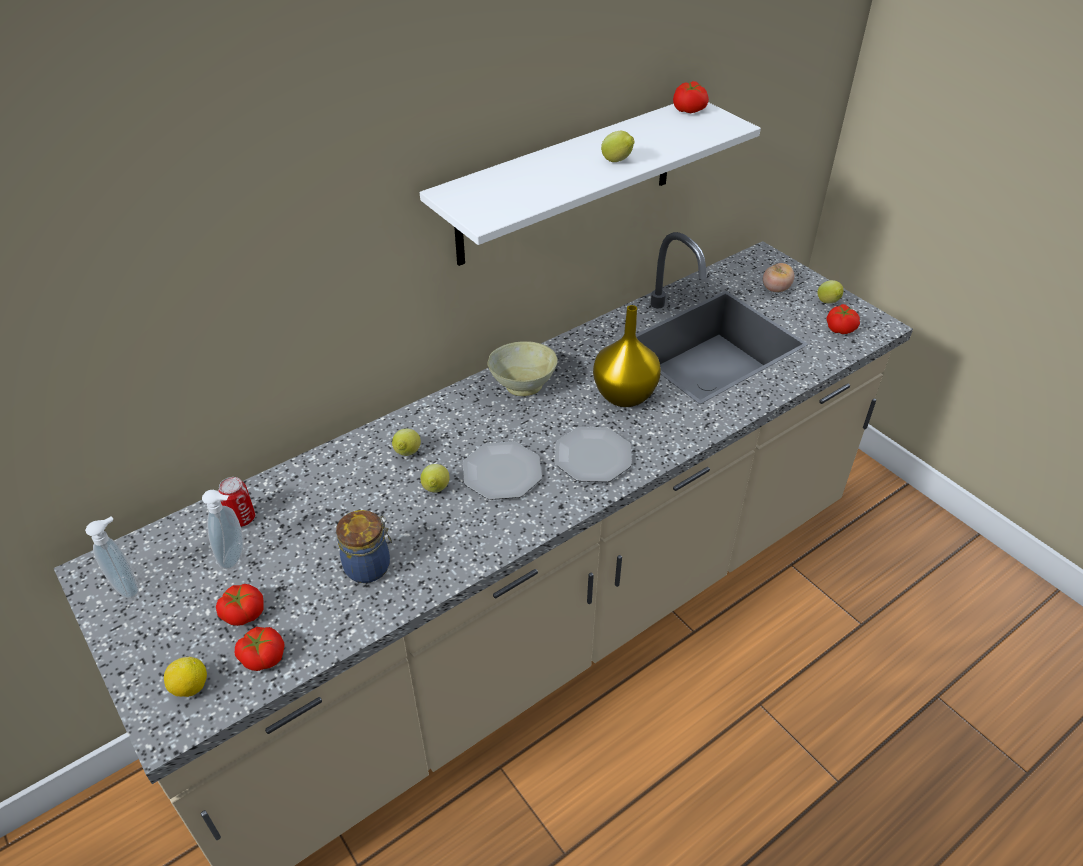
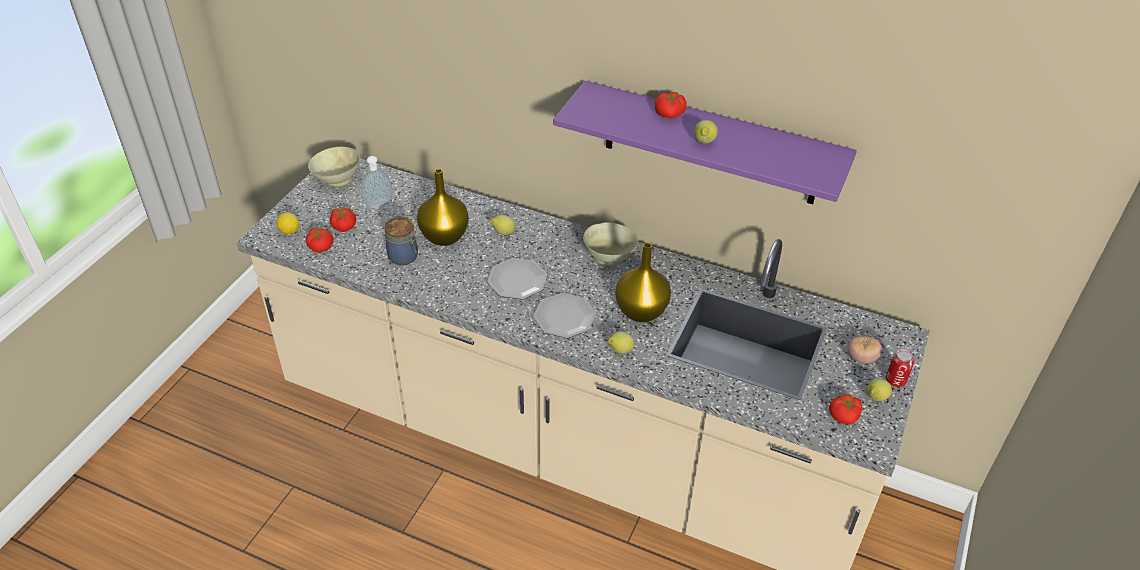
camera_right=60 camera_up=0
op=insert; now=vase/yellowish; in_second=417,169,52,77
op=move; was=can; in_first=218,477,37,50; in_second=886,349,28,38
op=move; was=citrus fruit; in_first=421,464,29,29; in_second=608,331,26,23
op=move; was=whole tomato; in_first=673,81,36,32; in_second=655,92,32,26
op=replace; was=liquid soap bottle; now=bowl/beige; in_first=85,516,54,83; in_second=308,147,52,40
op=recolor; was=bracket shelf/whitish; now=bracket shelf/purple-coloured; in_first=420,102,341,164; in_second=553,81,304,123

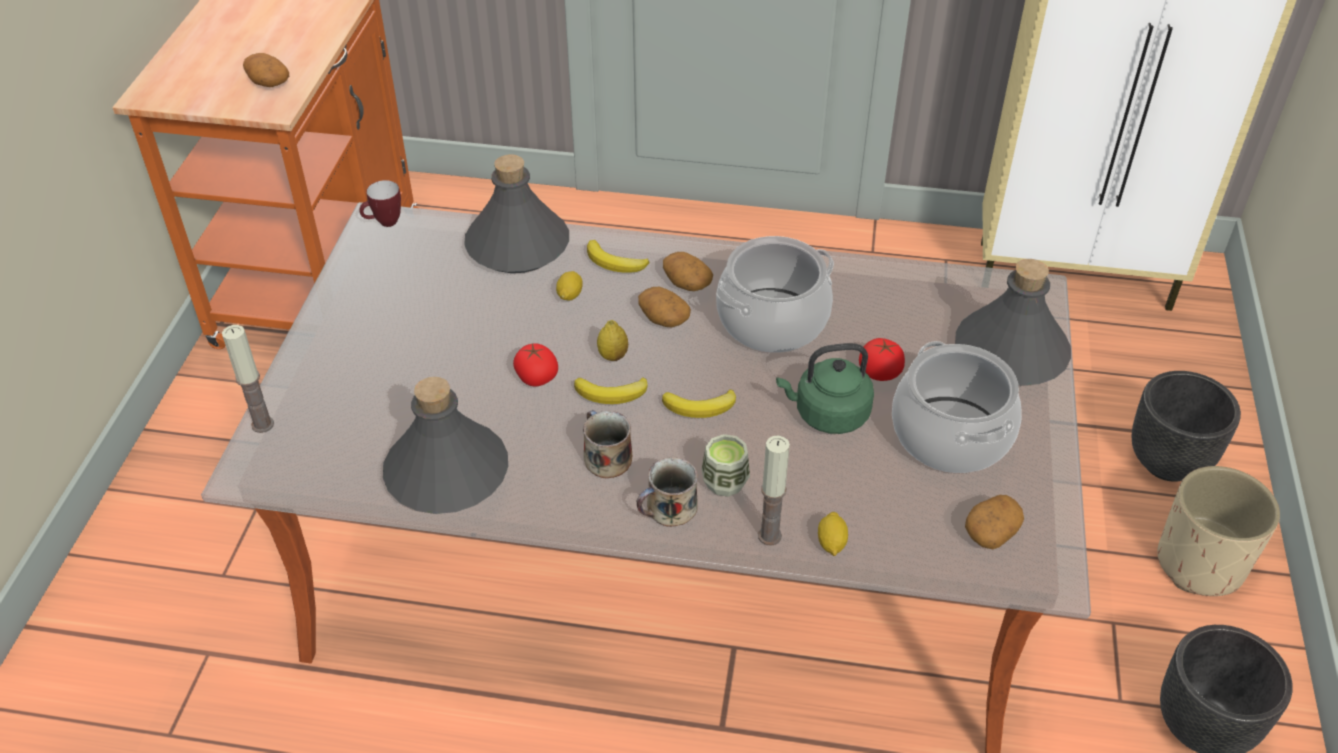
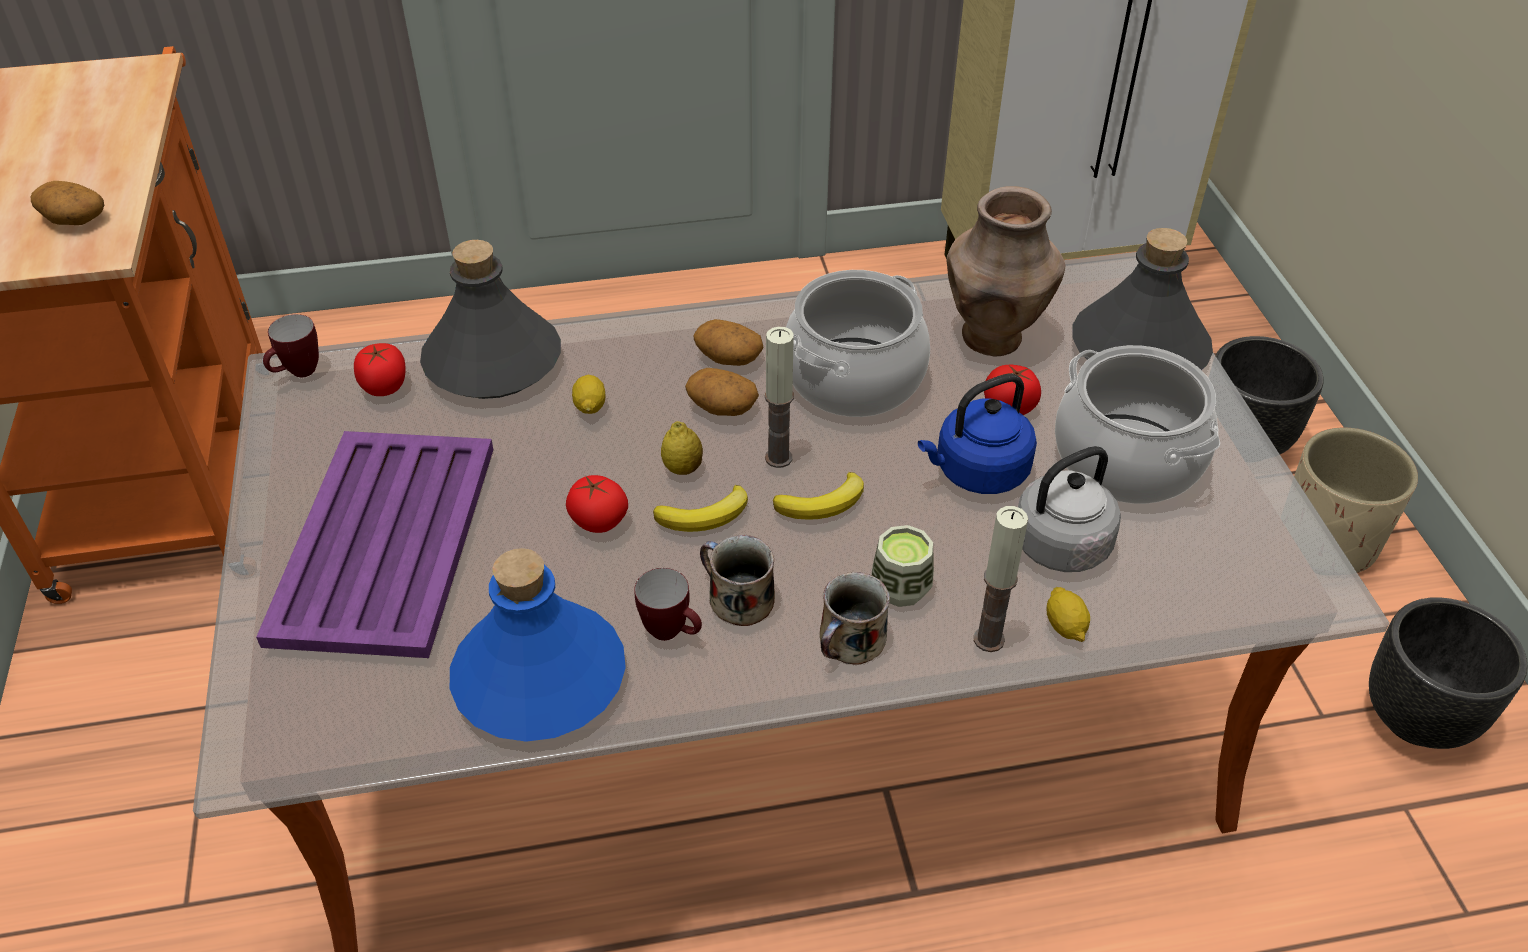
camera_right=-20 camera_up=0
op=delete; was=banana; in_first=587,240,62,33
op=delete; was=spud; in_first=965,495,59,54
op=insert; now=tray/purple-coloured; in_second=256,431,237,227
op=insert; now=whole tomato; in_second=354,343,52,53
op=insert; now=coffee mug; in_second=634,568,68,73
op=insert; now=vase/brownish; in_second=946,186,119,171
op=insert; now=kettle/greyish; in_second=1018,446,103,126
op=move; was=candle; in_first=222,325,52,108; in_second=764,327,30,141
op=recolor; was=bottle/greyish; now=bottle/blue-coloured; in_first=383,377,125,137; in_second=450,548,176,194
op=recolor; was=kettle/green-coloured; now=kettle/blue-coloured; in_first=776,343,98,91; in_second=918,374,119,120

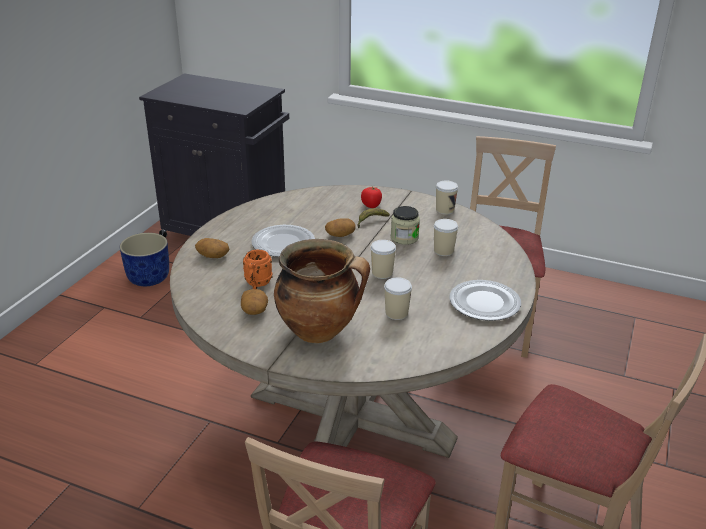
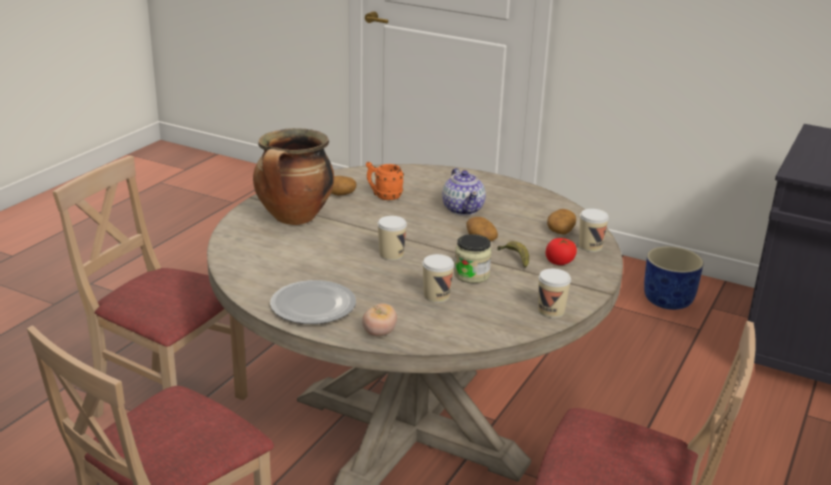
camera_right=95 camera_up=-5
op=insert; now=whole tomato; in_second=362,303,35,34
op=move; was=spud; in_first=195,238,34,20; in_second=547,209,29,26
op=move; was=small cup; in_first=384,277,28,43; in_second=579,209,30,43
op=replace; was=dinner plate; now=pot for tea; in_first=251,225,64,32; in_second=442,168,44,48

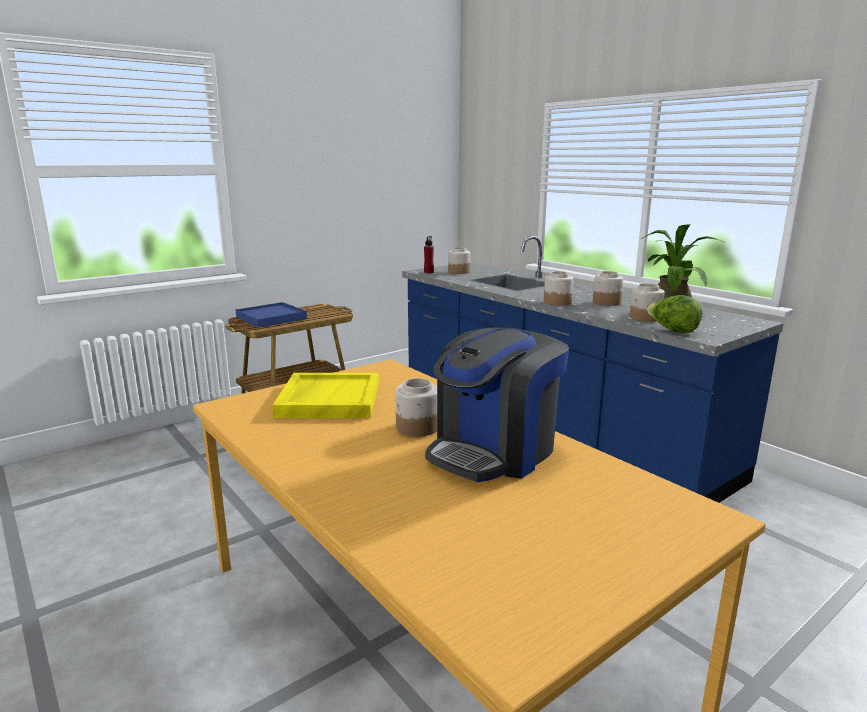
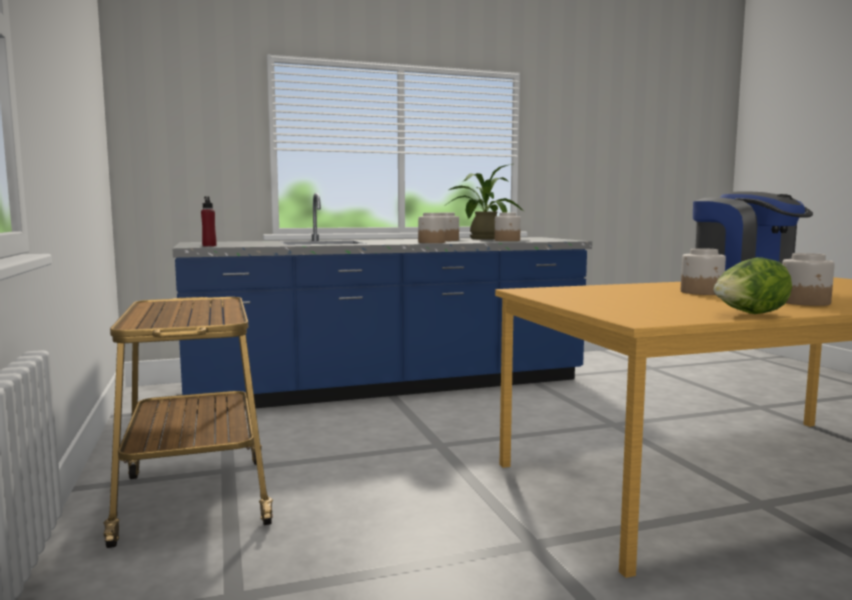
camera_right=-70 camera_up=-10
op=delete; was=tray/blue-coloured; in_first=236,302,71,26
op=delete; was=tray/yellowish; in_first=272,373,107,45
op=move; was=jar; in_first=448,247,22,27; in_second=782,253,53,53
op=move; was=lettuce head; in_first=646,295,56,38; in_second=713,257,79,57

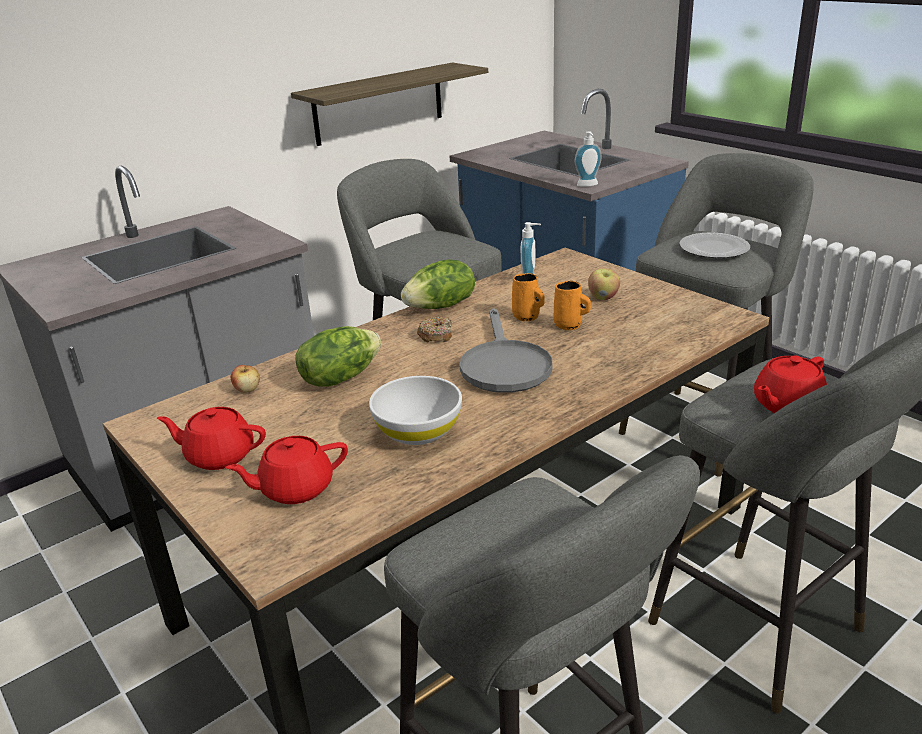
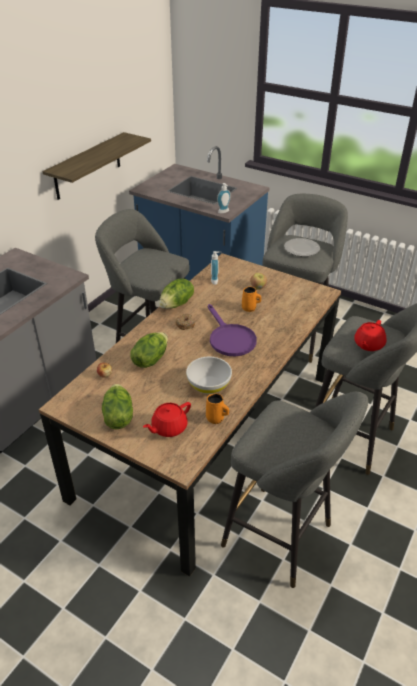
camera_right=-20 camera_up=10
op=move; was=coffee mug/orange-coloured; in_first=512,273,33,48; in_second=206,393,23,31
op=replace; was=pot for tea/red-coloured; now=lettuce head; in_first=157,407,109,63; in_second=102,384,31,45
op=recolor; was=pan/greyish; now=pan/purple-coloured; in_first=460,308,92,85; in_second=208,304,49,53

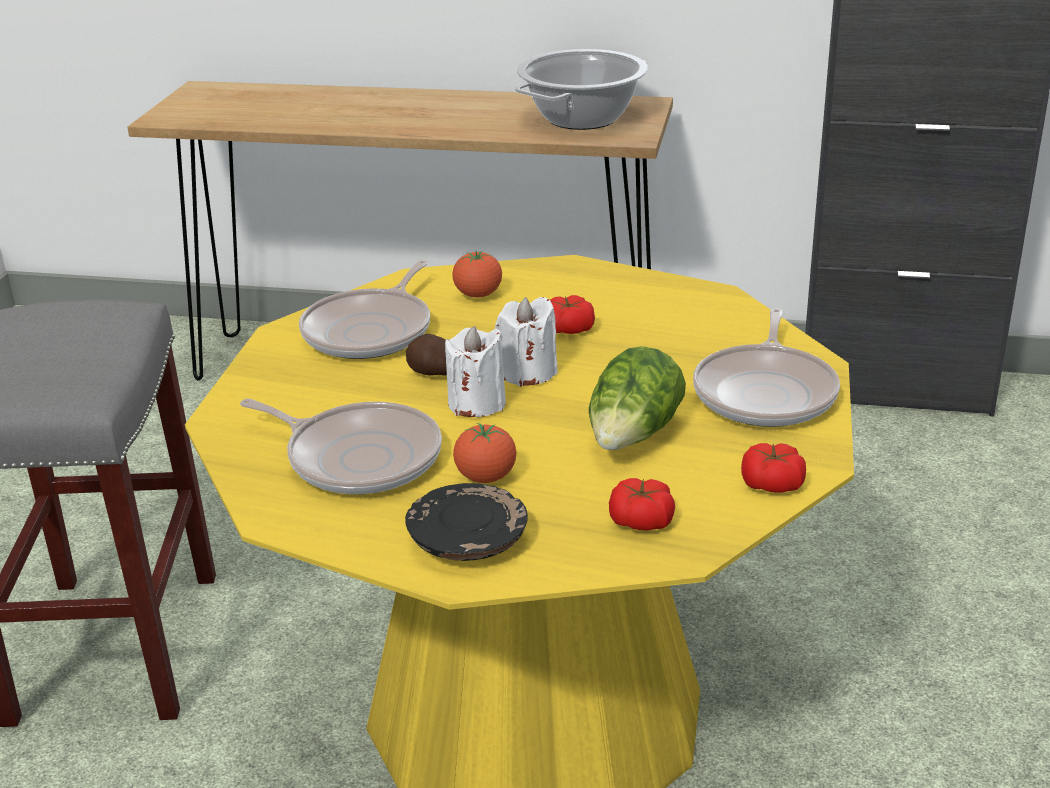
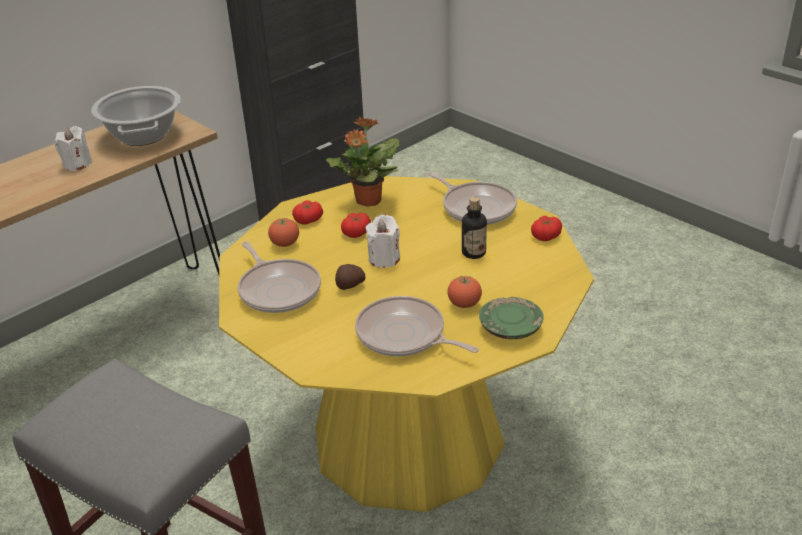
camera_right=-55 camera_up=5
op=insert; now=potted plant; in_second=326,117,73,89
op=move; was=candle/whitish; in_first=445,326,61,91; in_second=55,126,37,45
op=move; was=whole tomato; in_first=609,478,66,53; in_second=292,200,31,25
op=replace; was=lettuce head; now=bottle; in_first=589,346,97,104; in_second=462,197,25,62
op=recolor; was=dinner plate/blackish; now=dinner plate/green-coloured; in_first=405,483,123,78; in_second=479,297,65,42
op=rotate; was=pan; in_first=240,399,202,95; in_second=355,296,124,61; clockwise=-120

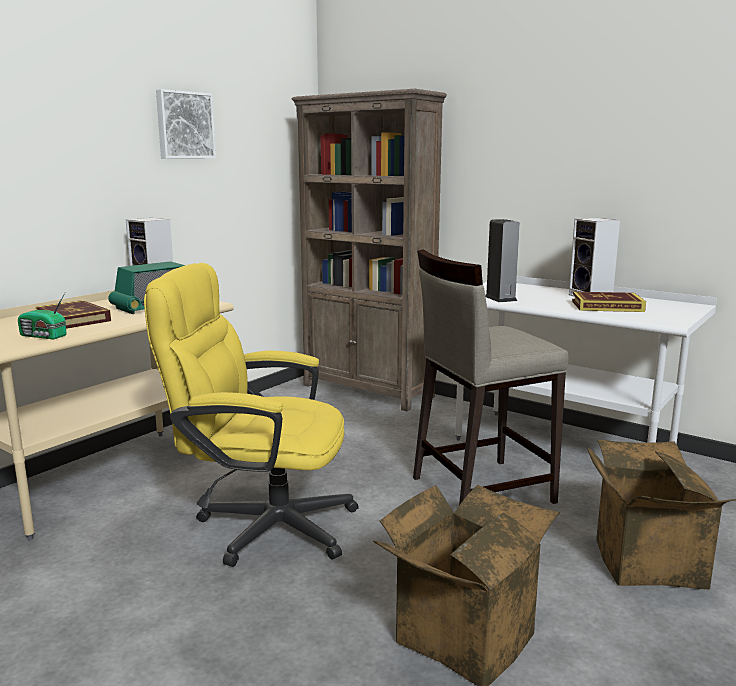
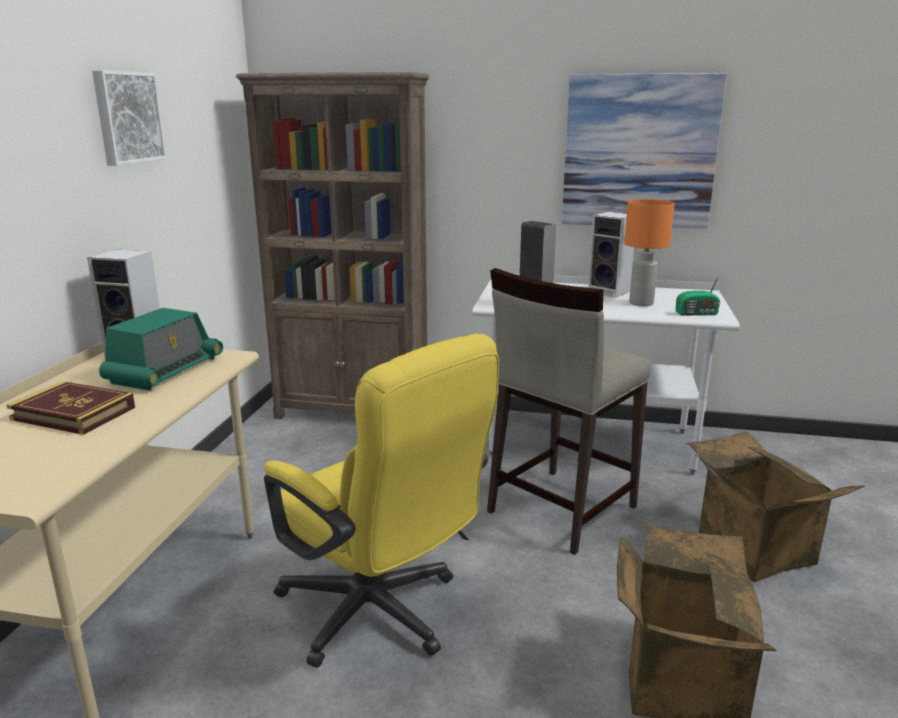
camera_right=-25 camera_up=5
op=insert; now=picture; in_second=562,73,165,156
op=move; was=radio; in_first=18,293,48,47; in_second=675,273,45,43
op=replace; was=volume; now=tabletop lamp/orange-coloured; in_first=572,292,74,20; in_second=624,199,51,107
op=rotate; was=office chair/yellowish; in_first=144,263,215,304; in_second=264,334,235,334; clockwise=-120

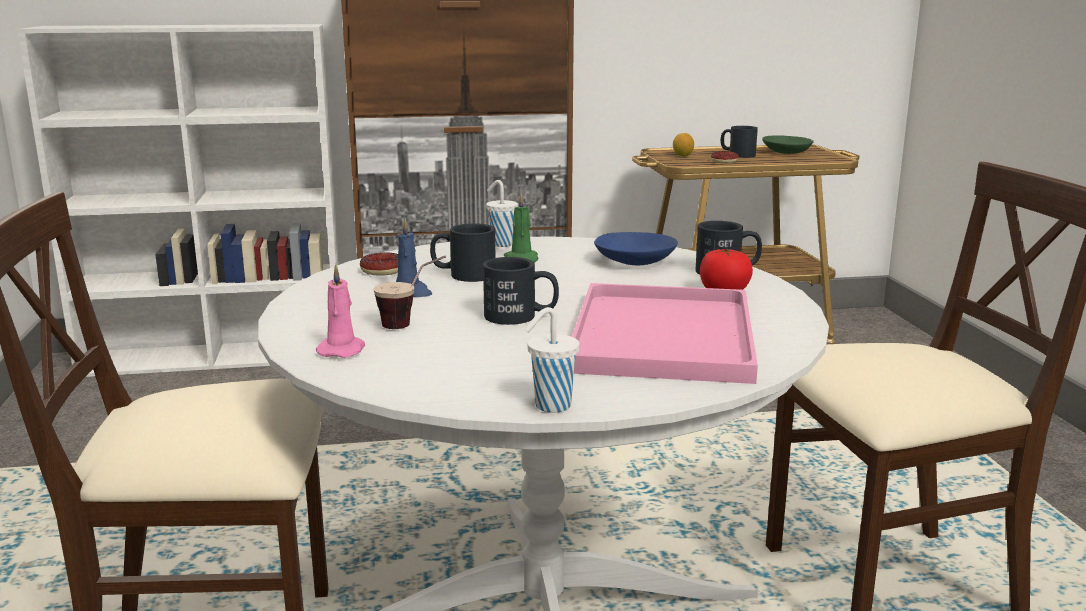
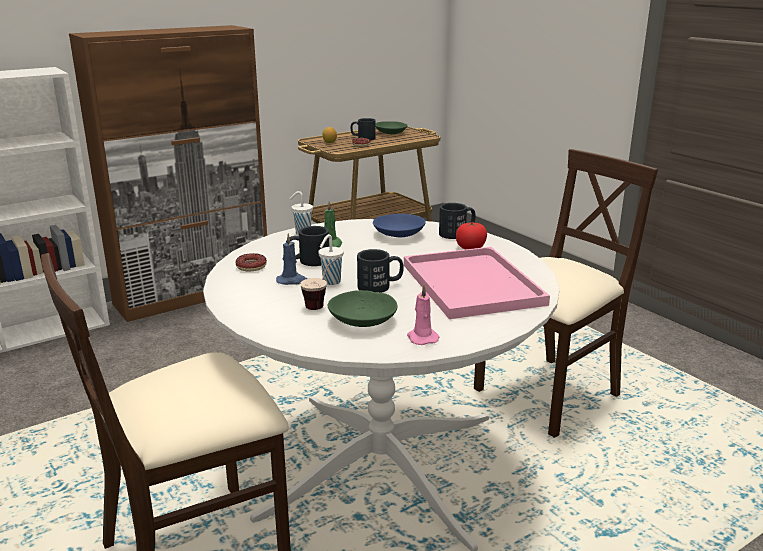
camera_right=-25 camera_up=5
op=insert; now=bowl/green-coloured; in_second=328,290,70,37
op=move; was=candle/pink-coloured; in_first=316,264,49,94; in_second=407,285,33,60
op=move; was=small cup/whitish; in_first=524,307,56,105; in_second=318,234,26,51

